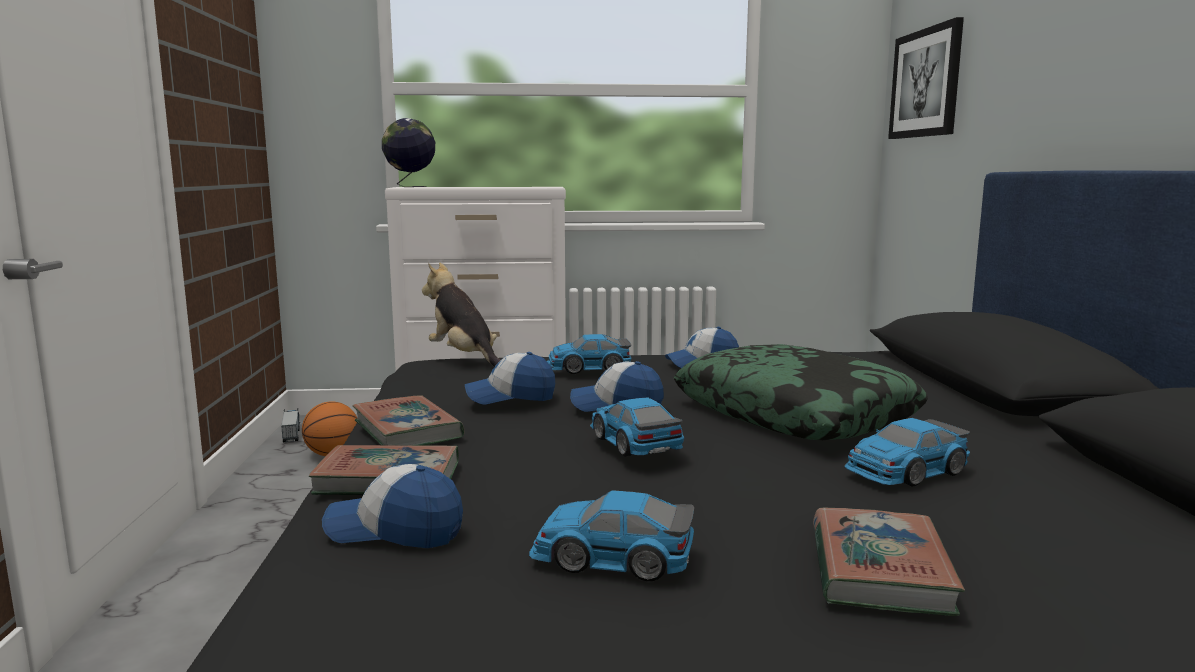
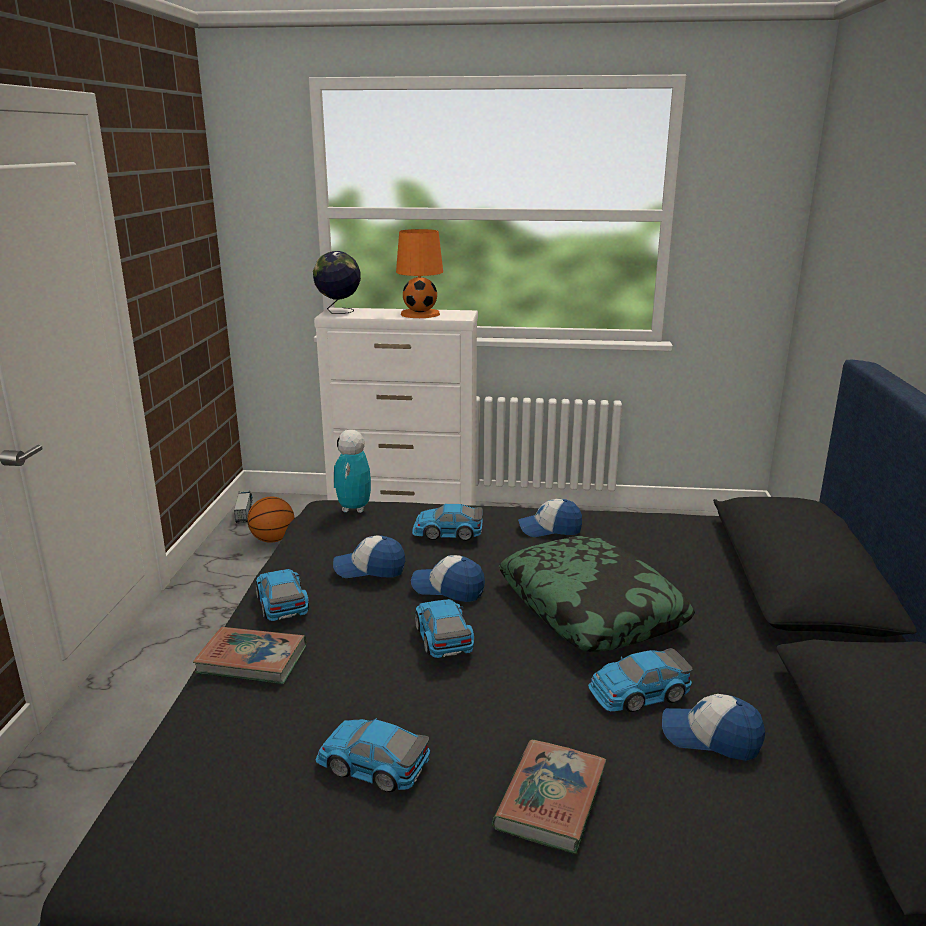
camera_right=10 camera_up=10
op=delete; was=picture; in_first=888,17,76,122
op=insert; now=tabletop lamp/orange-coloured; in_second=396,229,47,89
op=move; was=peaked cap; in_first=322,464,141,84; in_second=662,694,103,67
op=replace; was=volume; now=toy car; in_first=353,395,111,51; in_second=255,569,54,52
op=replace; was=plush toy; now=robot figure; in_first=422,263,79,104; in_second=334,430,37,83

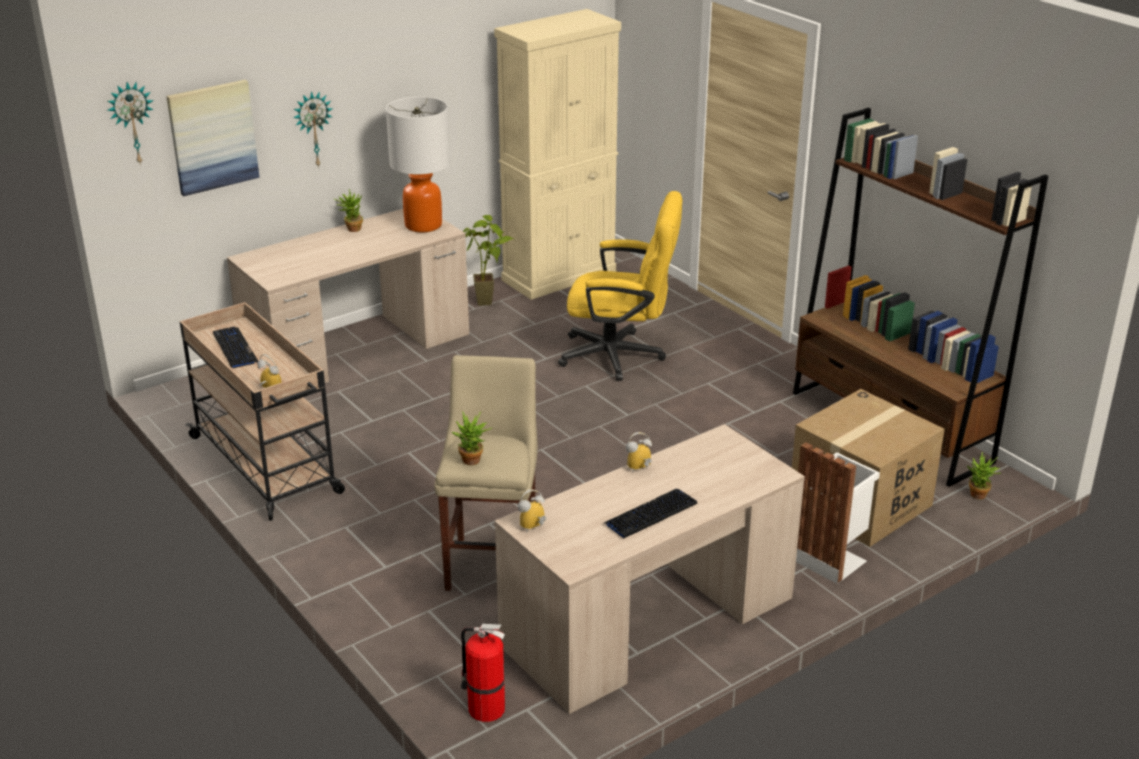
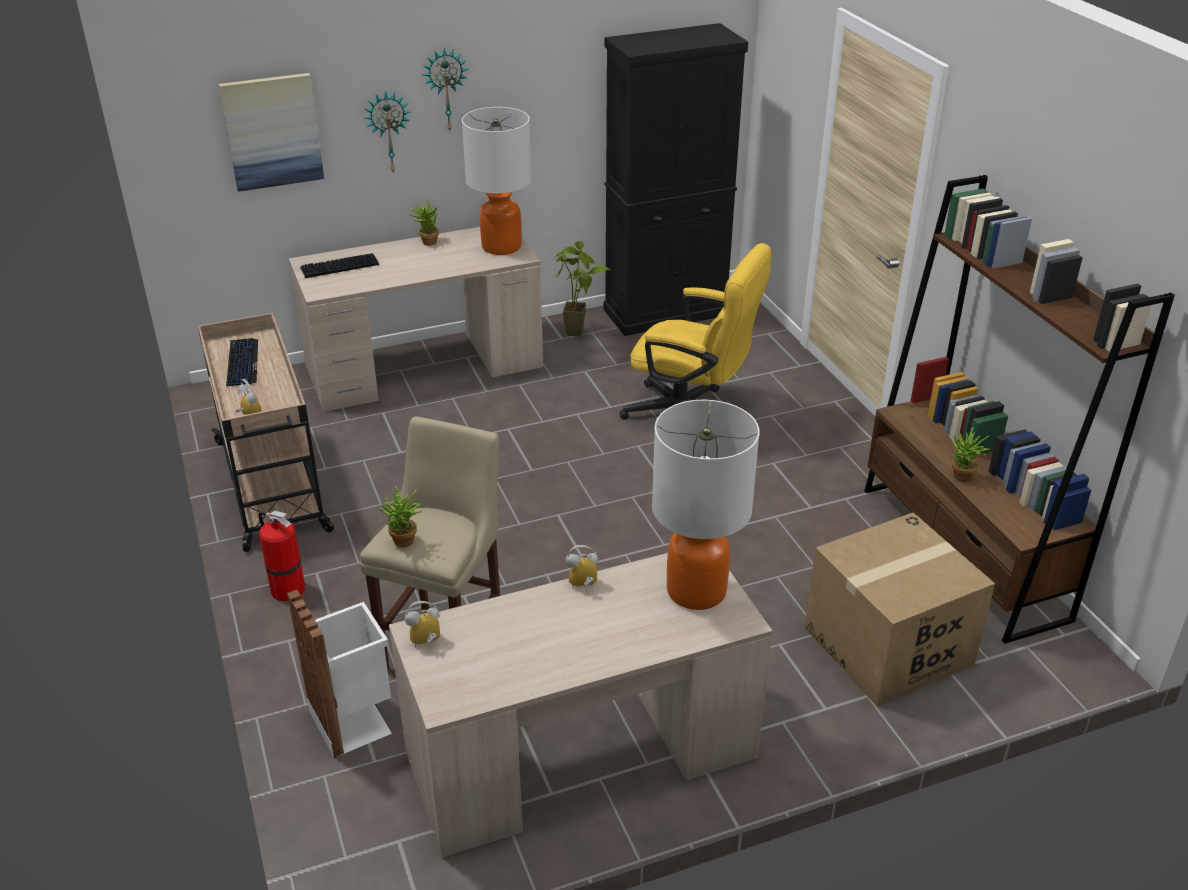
camera_right=15 camera_up=5
op=insert; now=tabletop lamp; in_second=652,400,107,210
op=move; was=hanging clock; in_first=107,82,47,83; in_second=423,48,46,83
op=move; was=fire extinguisher; in_first=461,624,44,98; in_second=258,510,47,91
op=move; was=computer keyboard; in_first=604,489,93,49; in_second=300,253,79,25
op=move; was=trash can/whitish; in_first=796,442,84,142; in_second=287,590,105,168
op=move; was=potted plant; in_first=967,452,35,47; in_second=951,427,39,55
op=recolor; was=cupboard/beige; now=cupboard/blackish; in_first=494,9,127,291; in_second=604,23,144,313

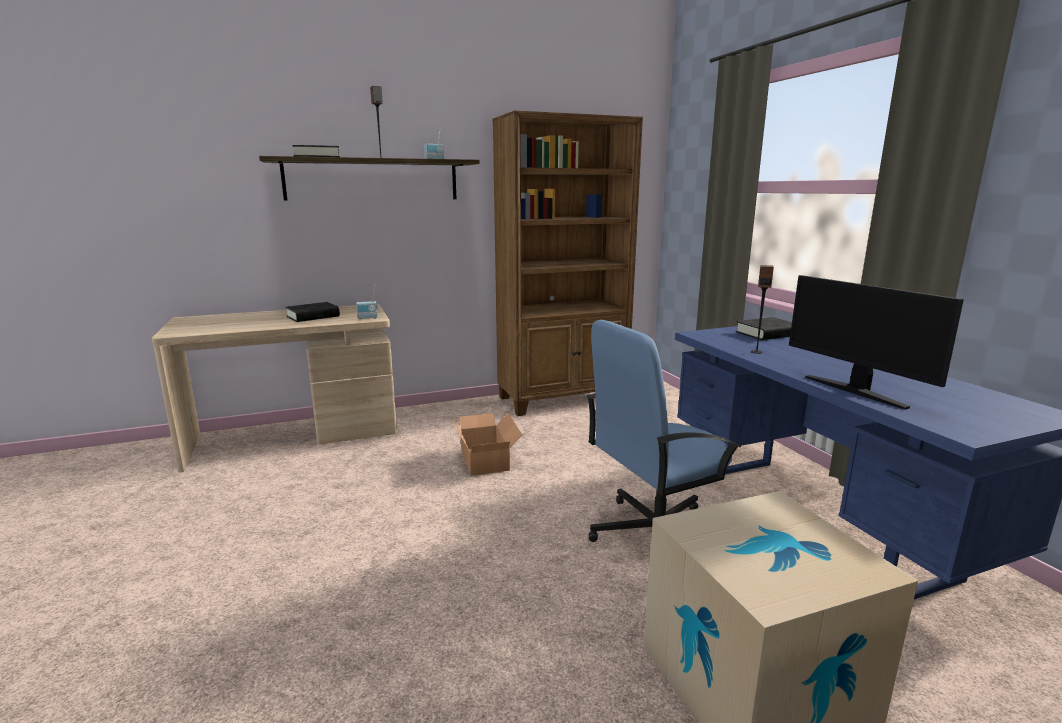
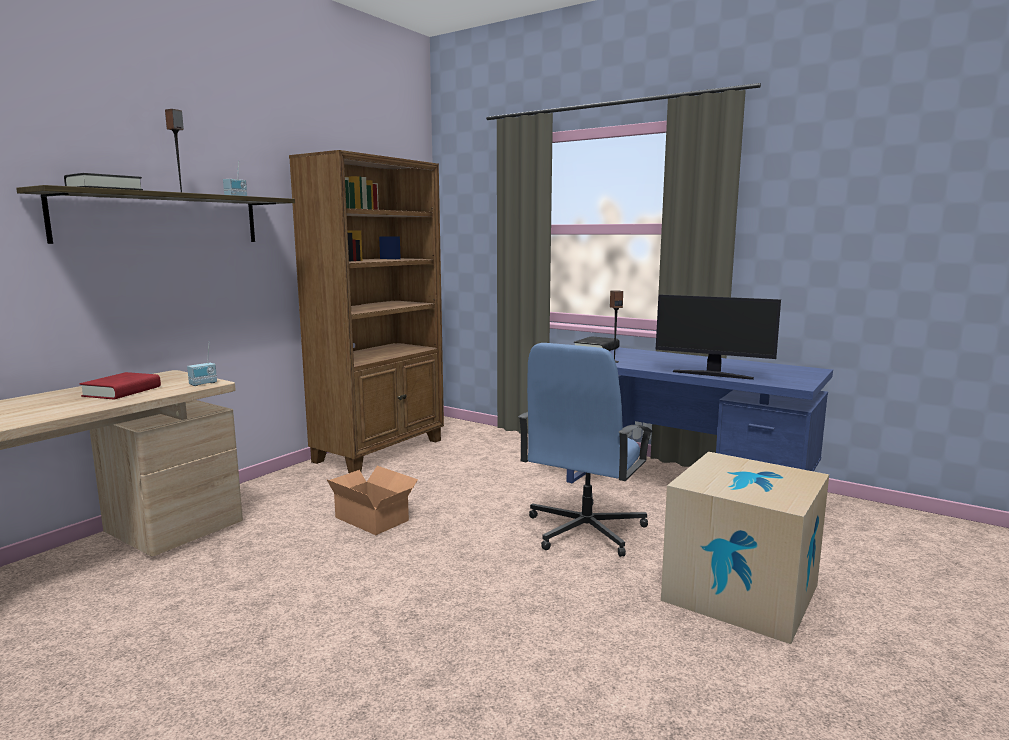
camera_right=-35 camera_up=-5
op=recolor; was=volume/blackish; now=volume/red-coloured; in_first=285,302,55,20; in_second=79,372,82,27

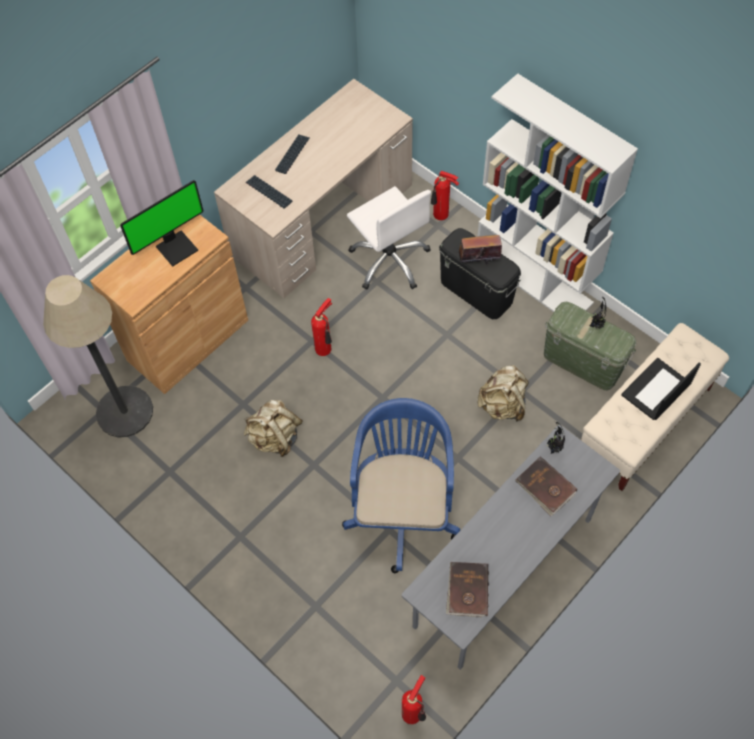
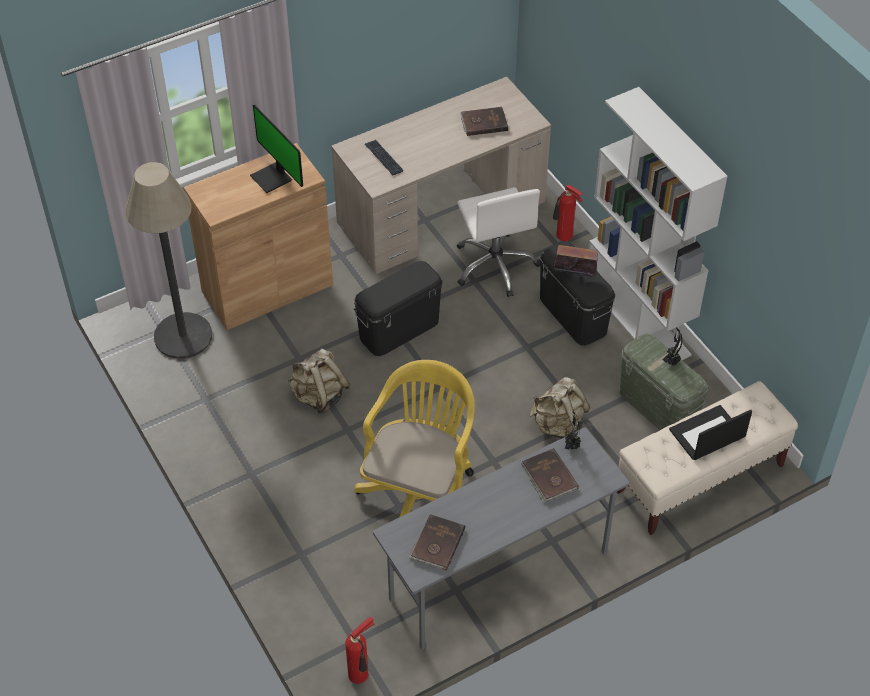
camera_right=15 camera_up=-10
op=delete; was=computer keyboard; in_first=275,134,35,40
op=insert; now=volume/brownish; in_second=460,107,48,29
op=replace; was=fire extinguisher; now=storage container/blackish; in_first=311,298,21,58; in_second=354,261,89,95
op=recolor; was=office chair/blue-coloured; now=office chair/yellowish; in_first=342,398,118,175; in_second=354,360,121,157
op=rotate; was=monitor; in_first=120,180,84,86; in_second=250,104,53,89; clockwise=75

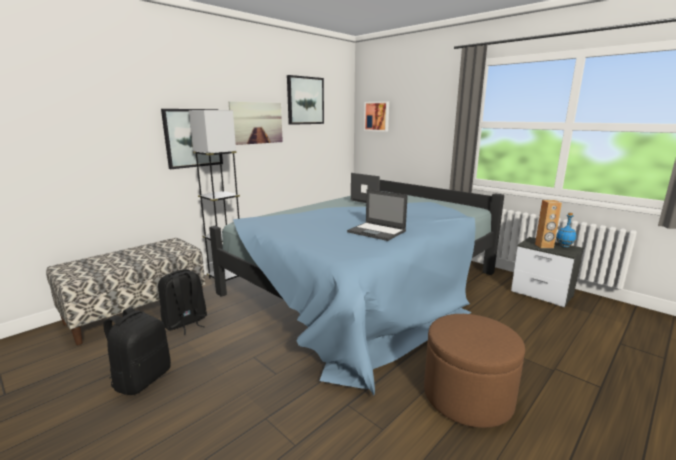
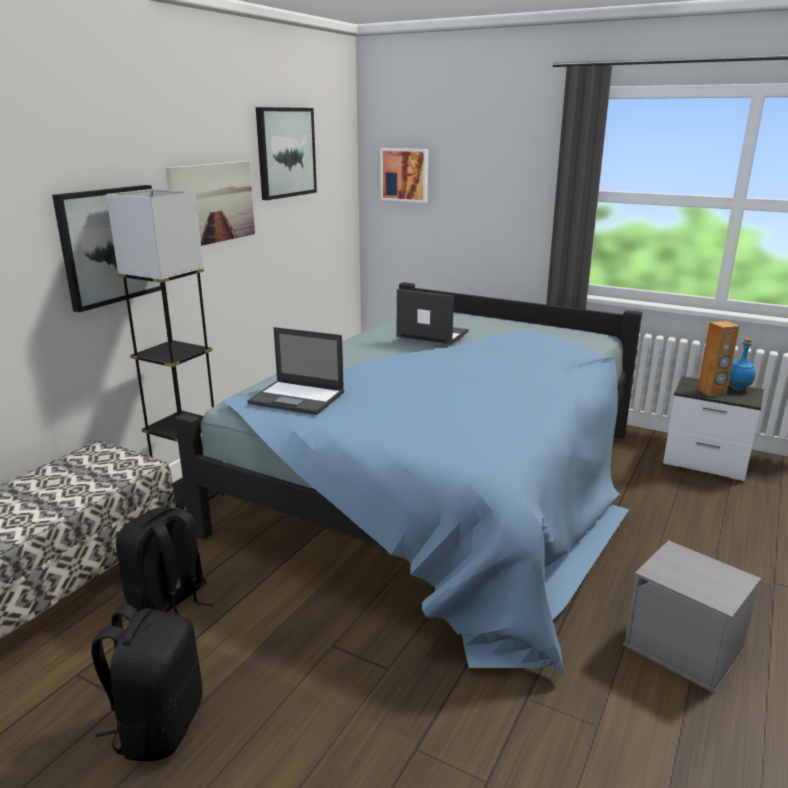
camera_right=-15 camera_up=5
op=move; was=portable computer; in_first=347,189,61,52; in_second=247,327,97,88
op=replace; was=ottoman/brownish; now=storage container/greyish; in_first=424,314,101,114; in_second=623,540,138,154

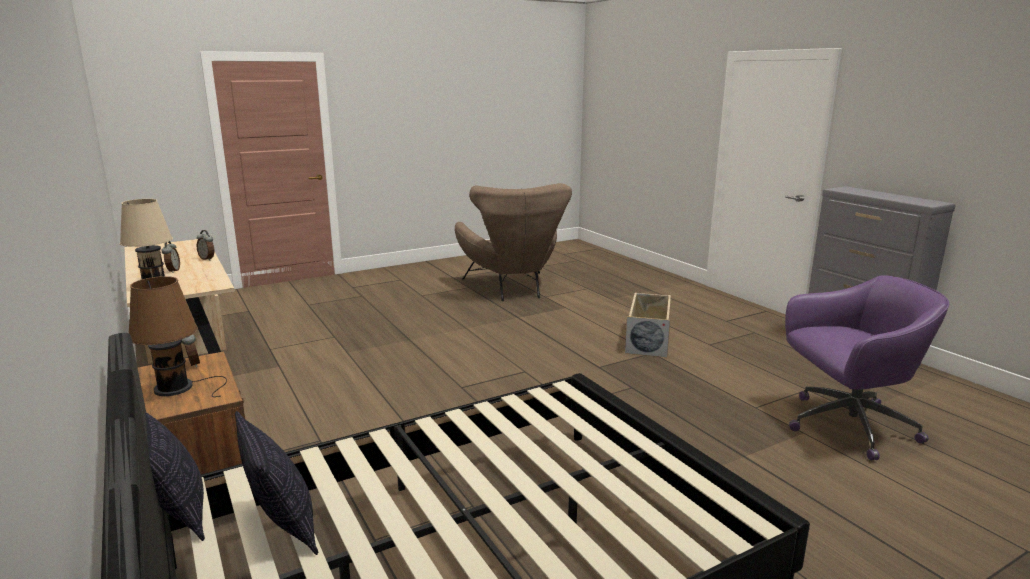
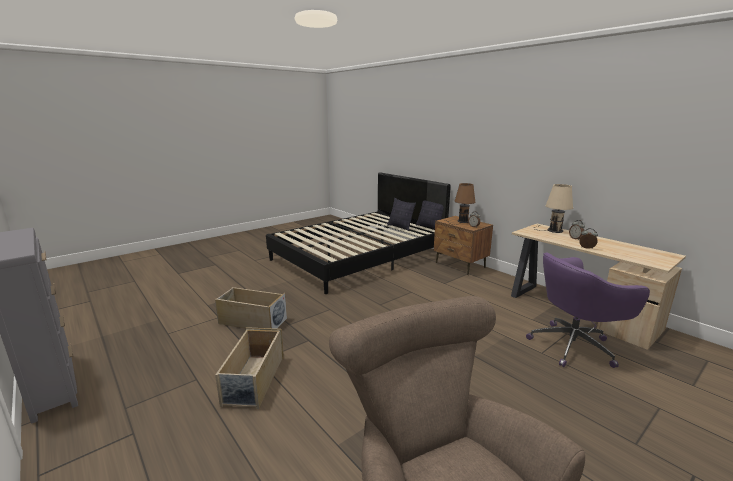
camera_right=170 camera_up=0
op=insert; now=storage container/beige; in_second=215,287,72,42
op=move; was=office chair/purple-coloured; in_first=785,276,164,184; in_second=526,252,124,116

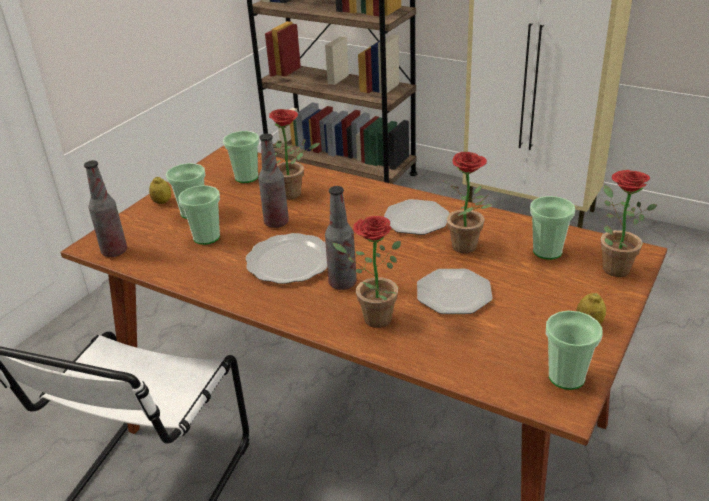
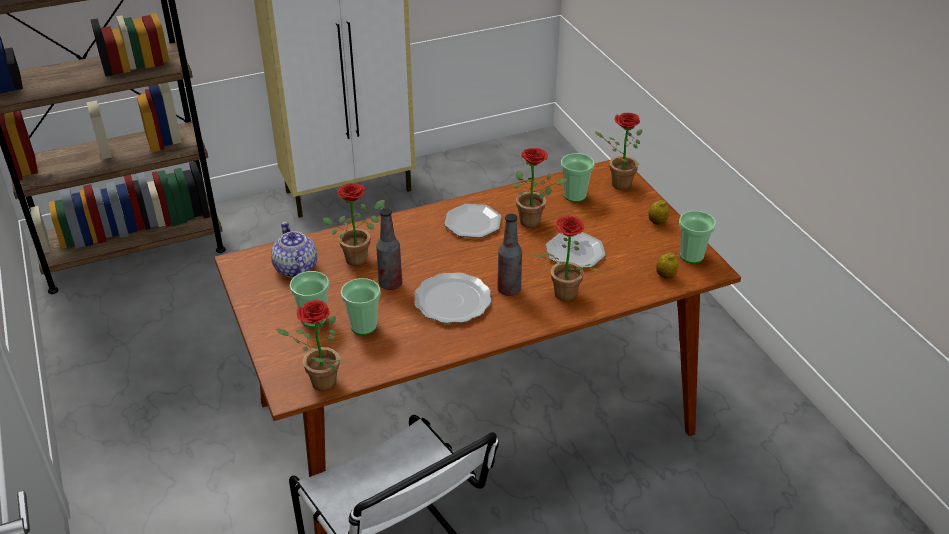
camera_right=-55 camera_up=5
op=move; was=citrus fruit; in_first=149,177,22,27; in_second=656,253,22,25
op=replace; was=bottle; now=potted plant; in_first=84,160,43,97; in_second=276,300,65,91
op=replace; was=small cup; now=pot for tea; in_first=223,131,36,52; in_second=271,221,46,57

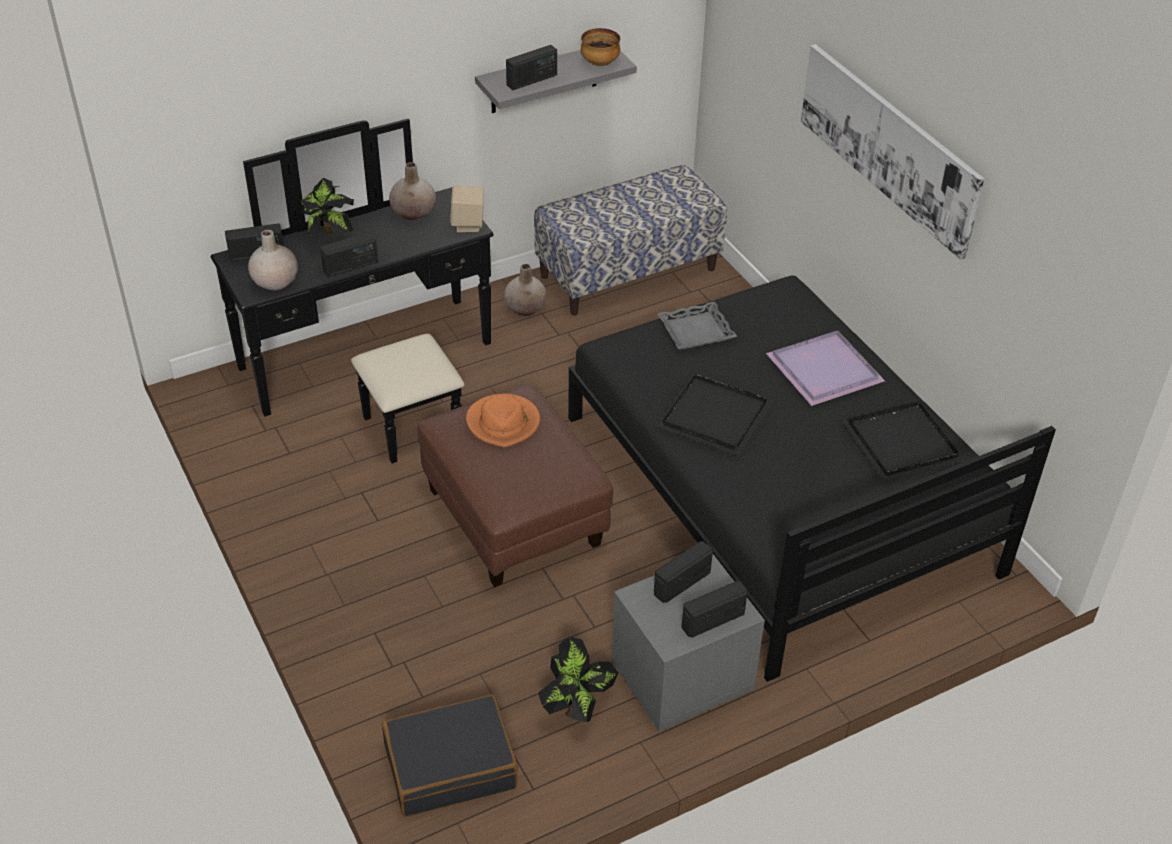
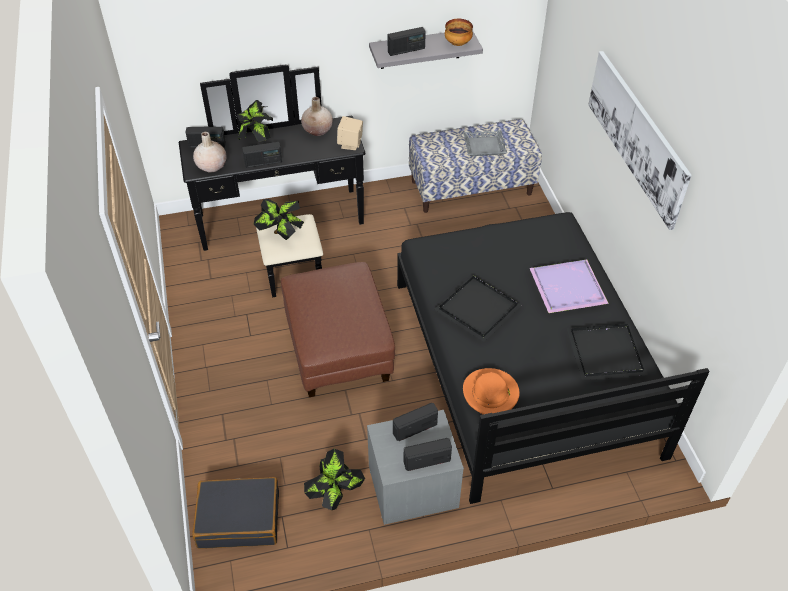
camera_right=15 camera_up=5
op=delete; was=vase/beige; in_first=504,264,43,52
op=insert; now=potted plant; in_second=253,199,51,41
op=move; was=clothing hat/orange-coloured; in_first=466,394,74,53; in_second=463,368,57,46
op=move; was=tray/greyish; in_first=657,302,80,48; in_second=463,130,44,26

